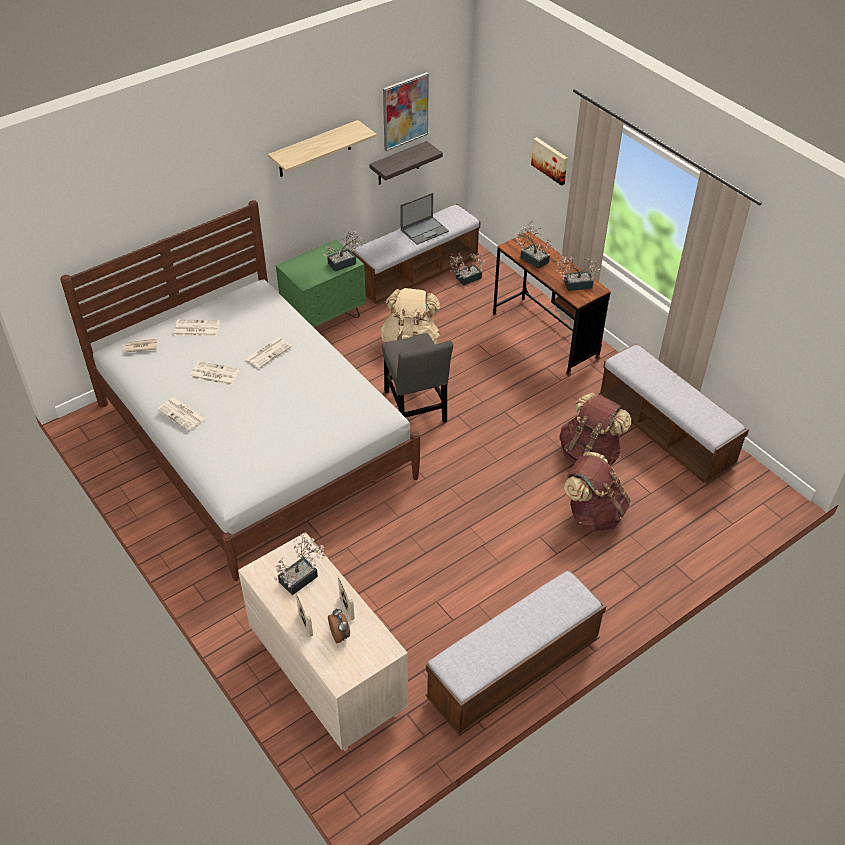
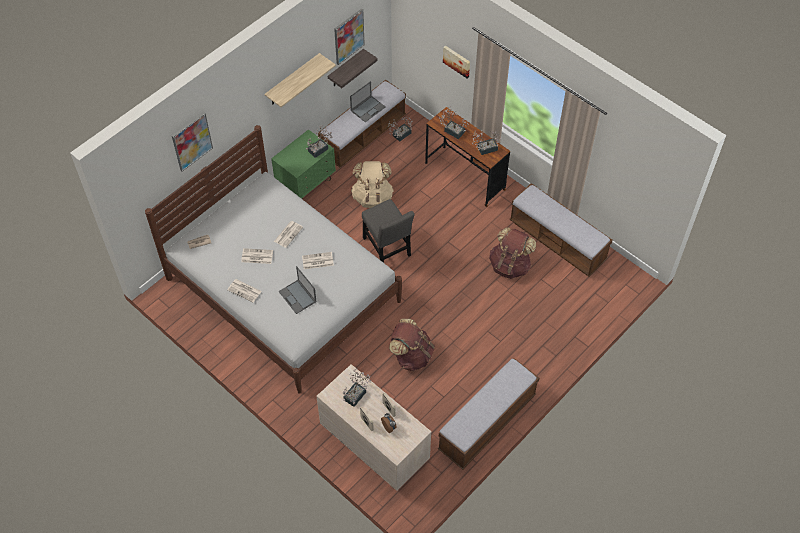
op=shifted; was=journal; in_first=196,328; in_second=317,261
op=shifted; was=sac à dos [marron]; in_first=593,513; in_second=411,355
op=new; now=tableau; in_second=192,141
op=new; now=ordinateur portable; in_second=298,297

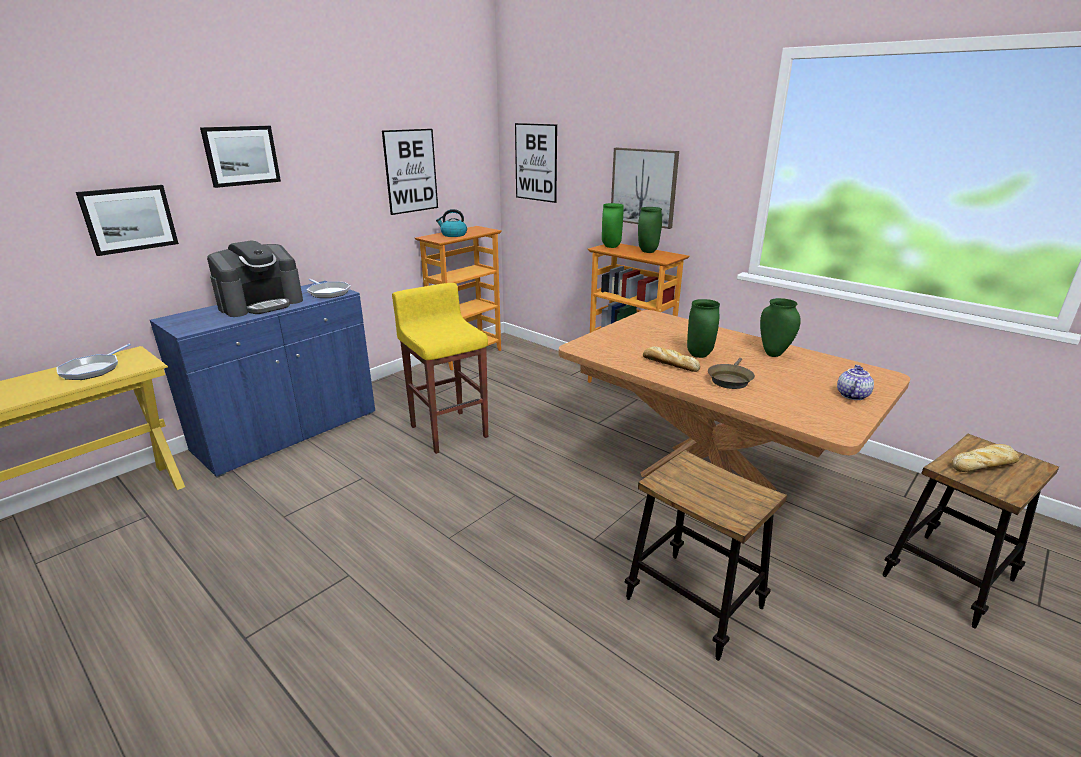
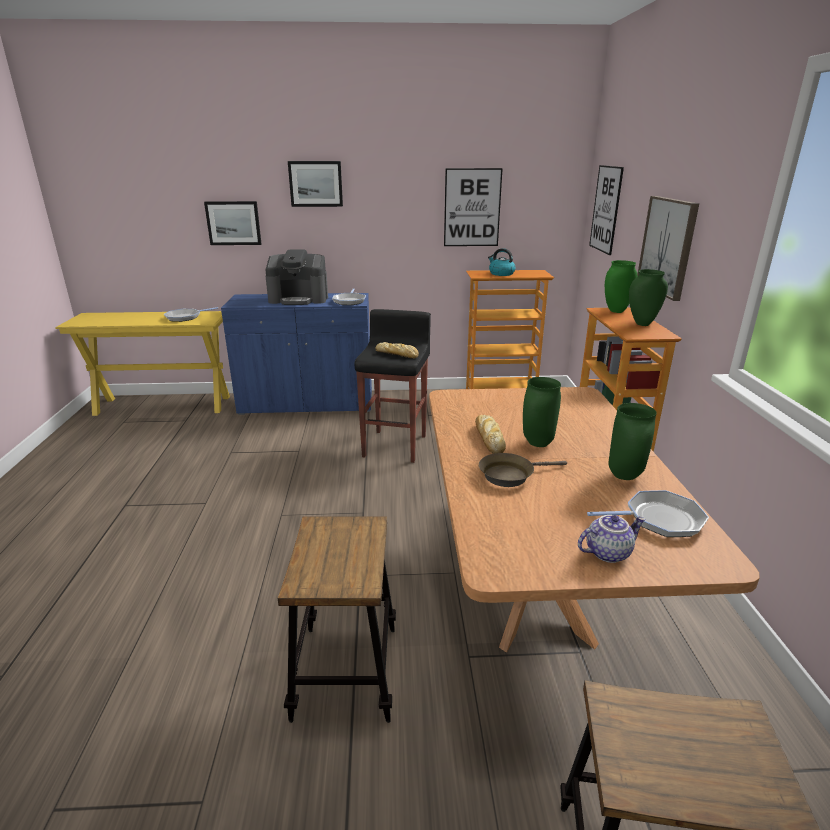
op=repainted; was=tabouret [jaune]; now=tabouret [noir]; in_first=449,430; in_second=396,445
op=shifted; was=pain; in_first=984,464; in_second=397,354
op=new; now=poêle; in_second=659,519

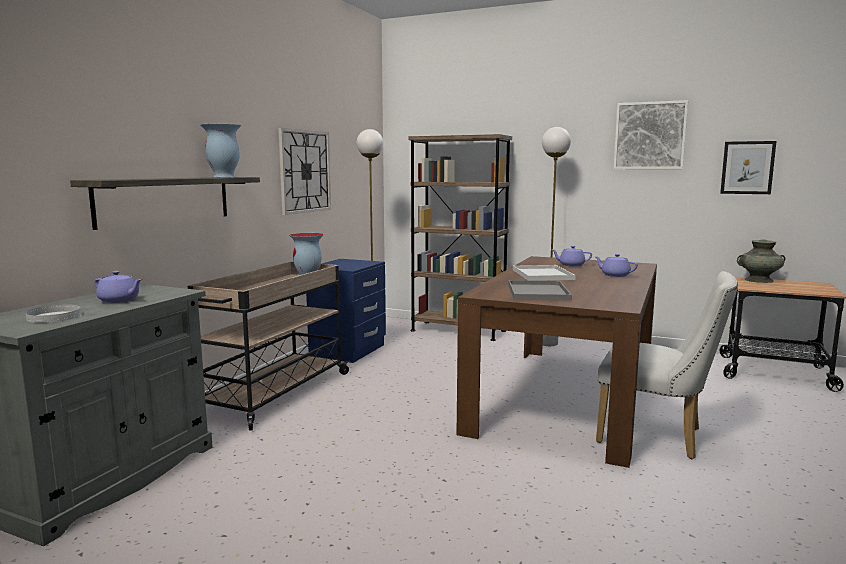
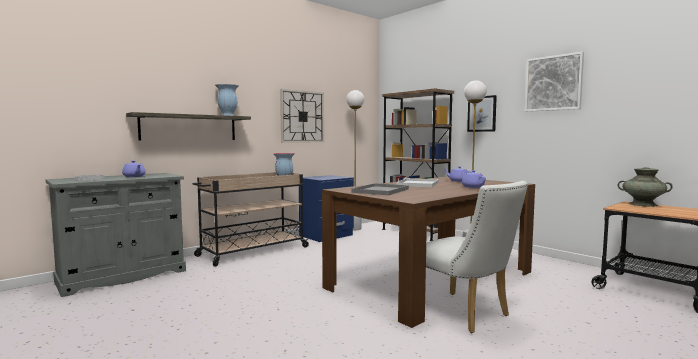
op=shifted; was=tableau; in_first=747,167; in_second=481,114

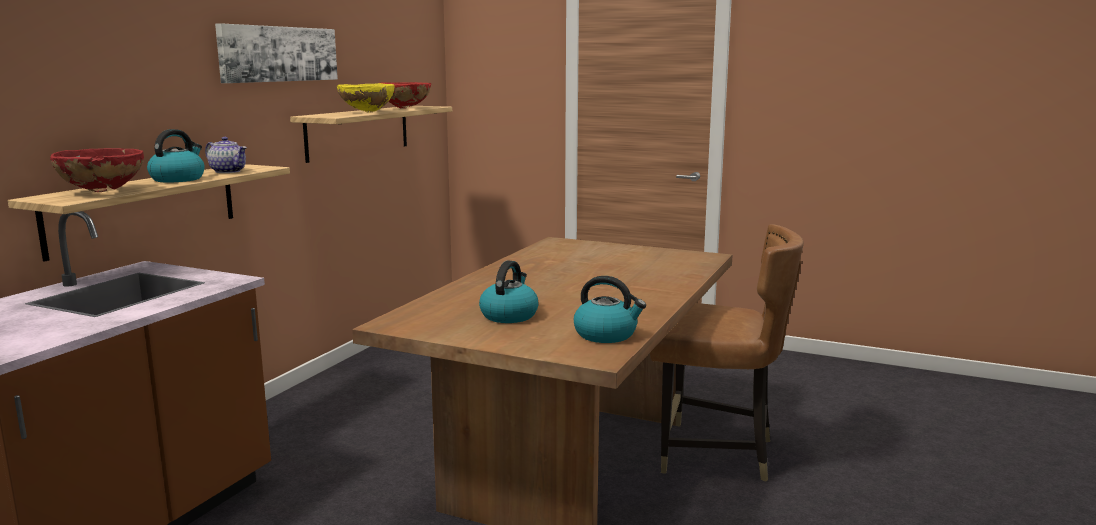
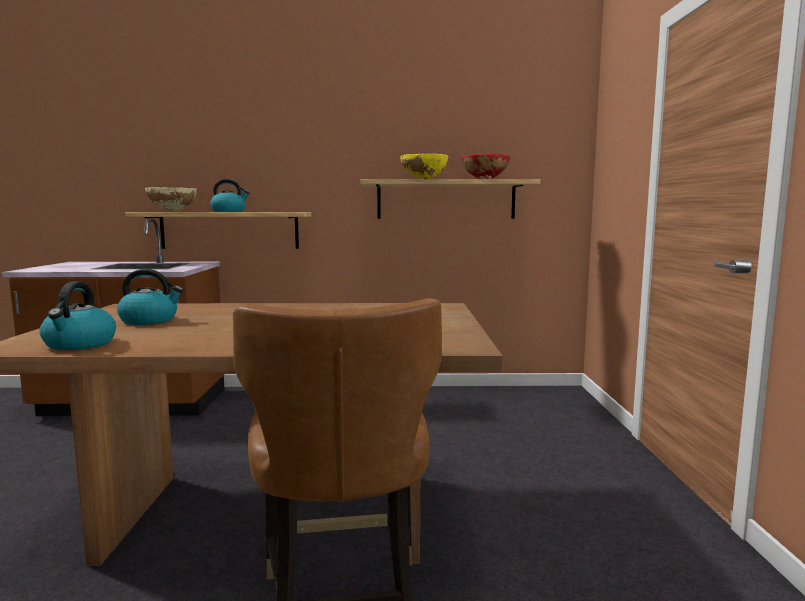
op=gone; was=tableau; in_first=279,54
op=gone; was=théière; in_first=228,171
op=repainted; was=bol [rouge]; now=bol [beige]; in_first=102,192; in_second=172,211

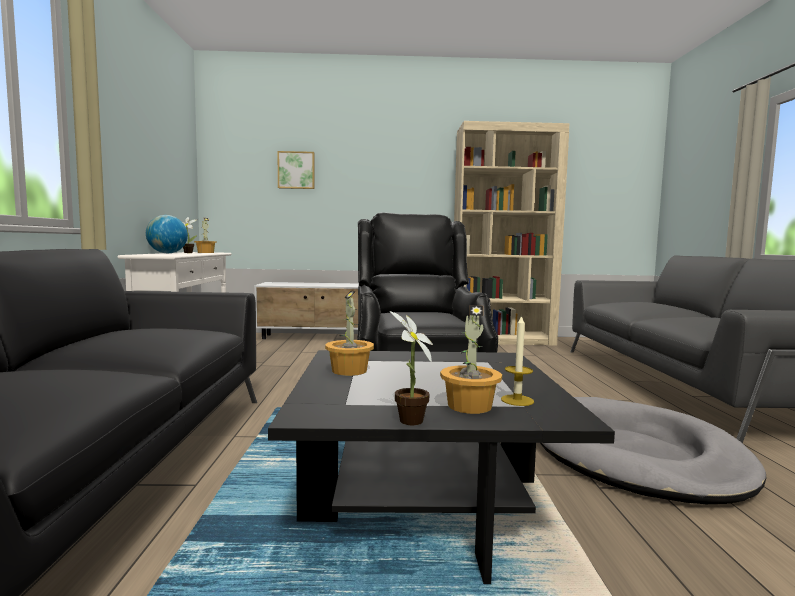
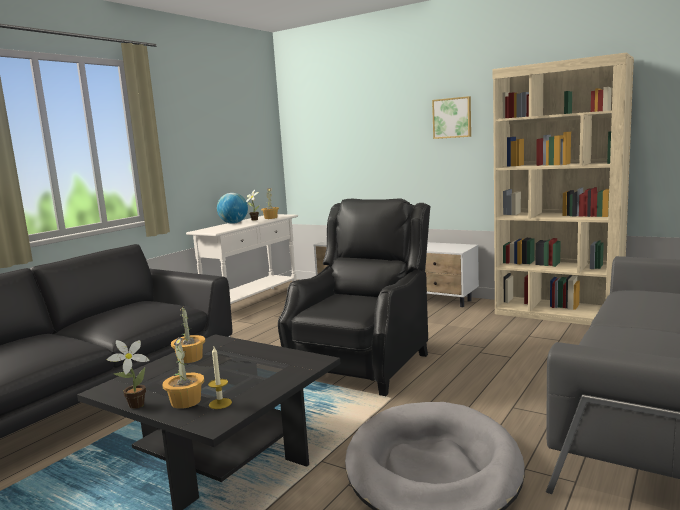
op=shifted; was=tableau; in_first=296,170; in_second=452,118

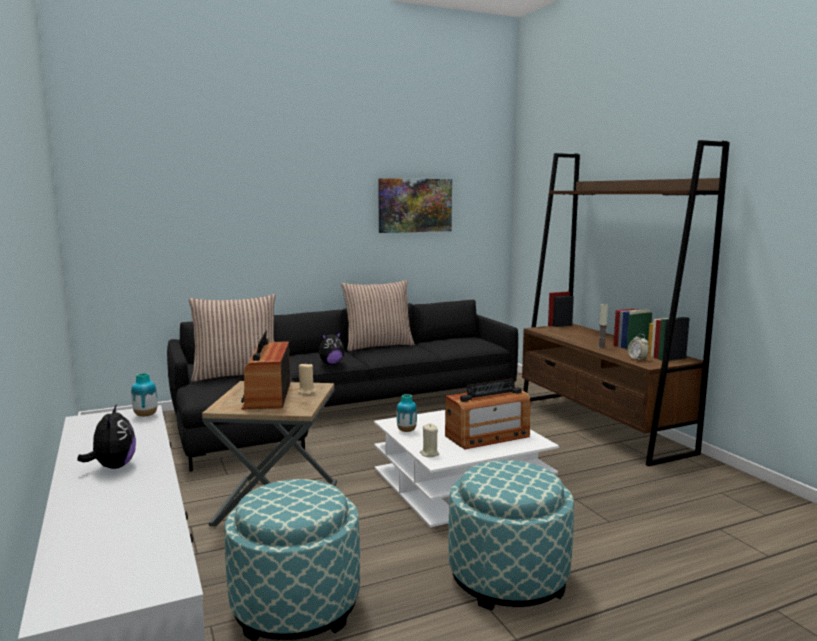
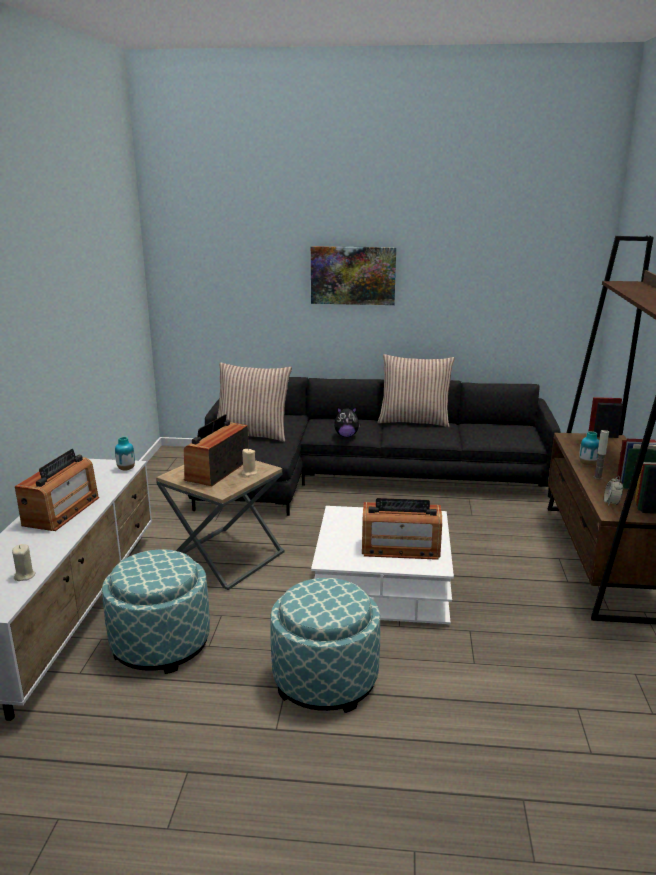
op=shifted; was=tableau; in_first=415,205; in_second=353,275
op=shifted; was=vase; in_first=406,431; in_second=587,464
op=swapped; was=peluche; now=radio; in_first=113,467; in_second=62,511
op=shifted; was=bougie [beige]; in_first=429,454; in_second=24,576

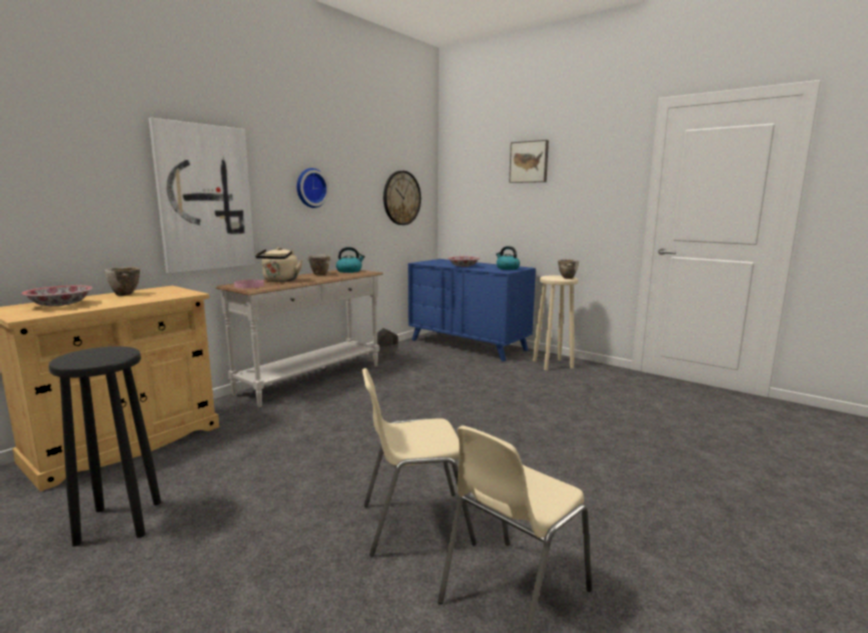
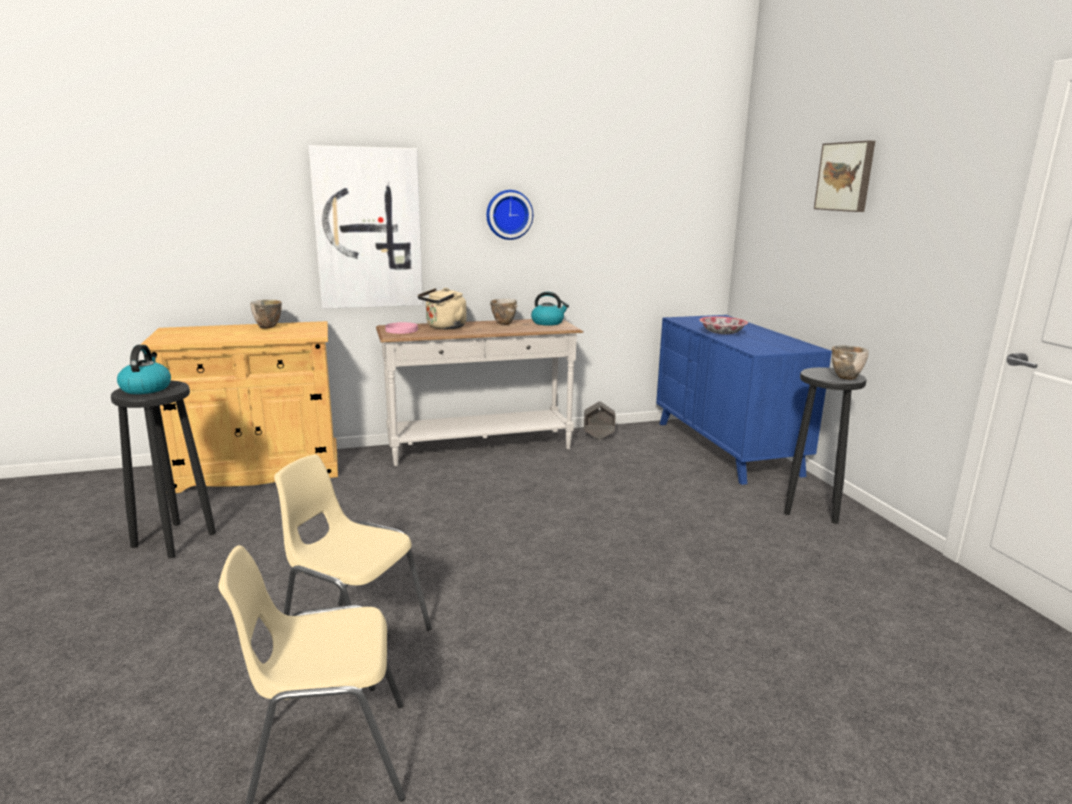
op=gone; was=horloge murale; in_first=401,198
op=shifted; was=bouilloire; in_first=507,268; in_second=146,388
op=repainted; was=tabouret [beige]; now=tabouret [noir]; in_first=553,364; in_second=812,509
op=gone; was=bol; in_first=60,305

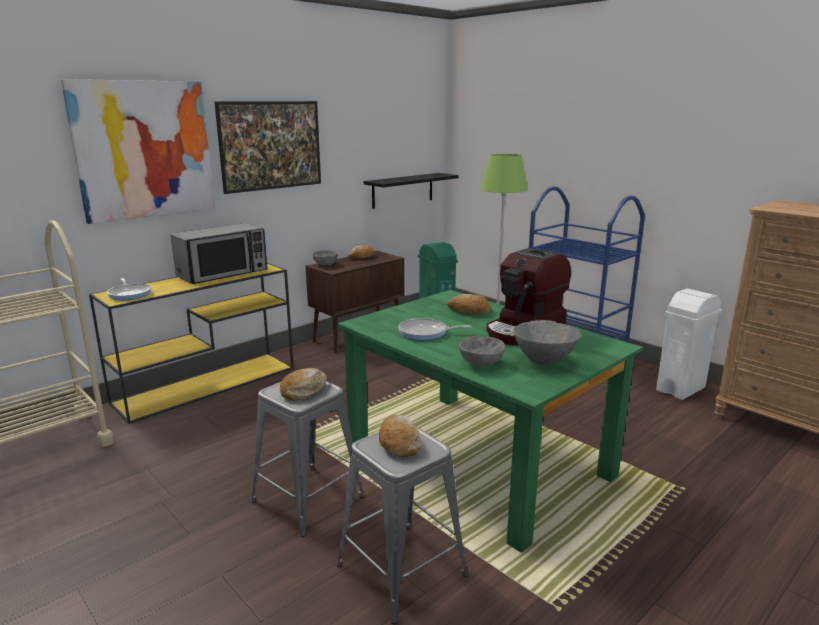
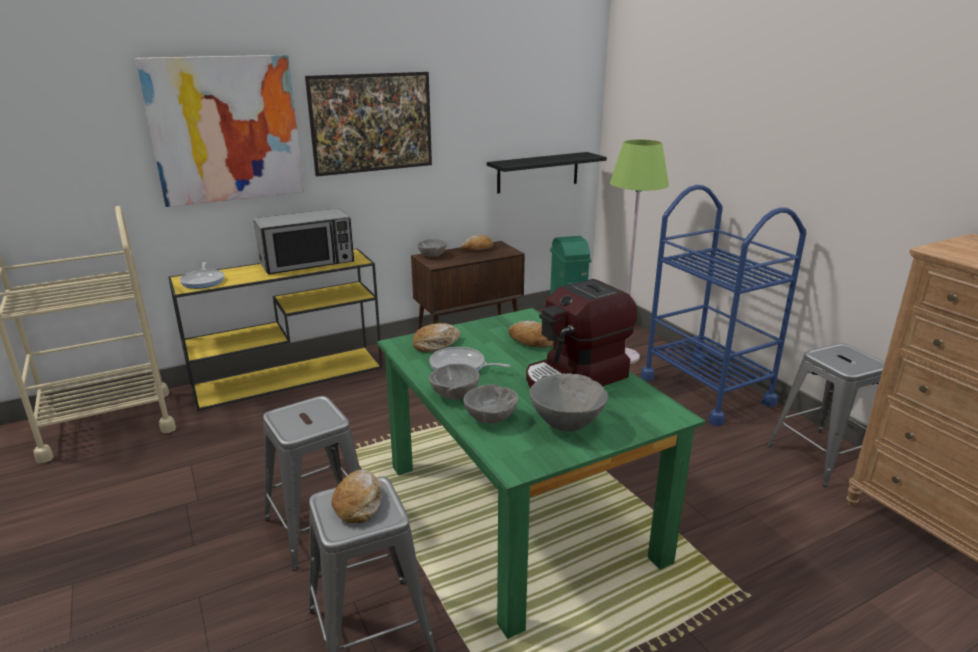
op=swapped; was=poubelle [blanc]; now=tabouret [gris]; in_first=681,389; in_second=821,457
op=shifted; was=pain; in_first=304,390; in_second=436,344
op=new; now=bol [gris]; in_second=454,395

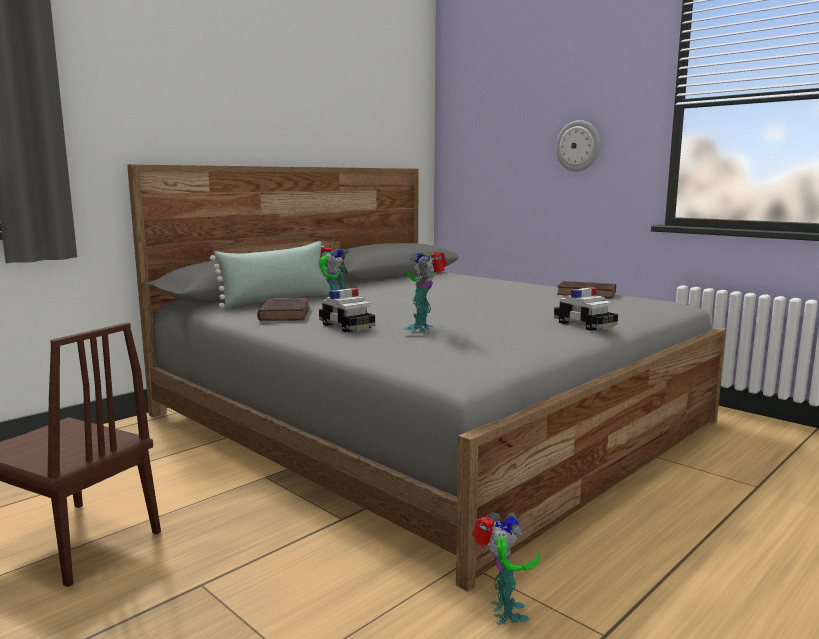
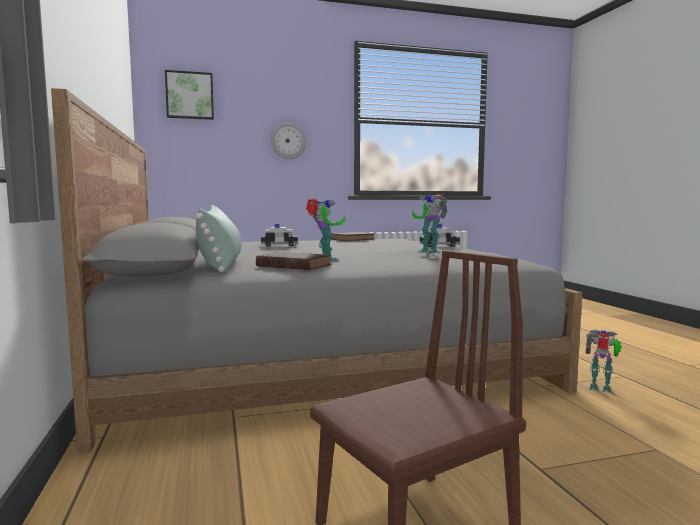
op=shifted; was=petite voiture; in_first=346,326; in_second=279,245
op=new; now=tableau; in_second=189,95

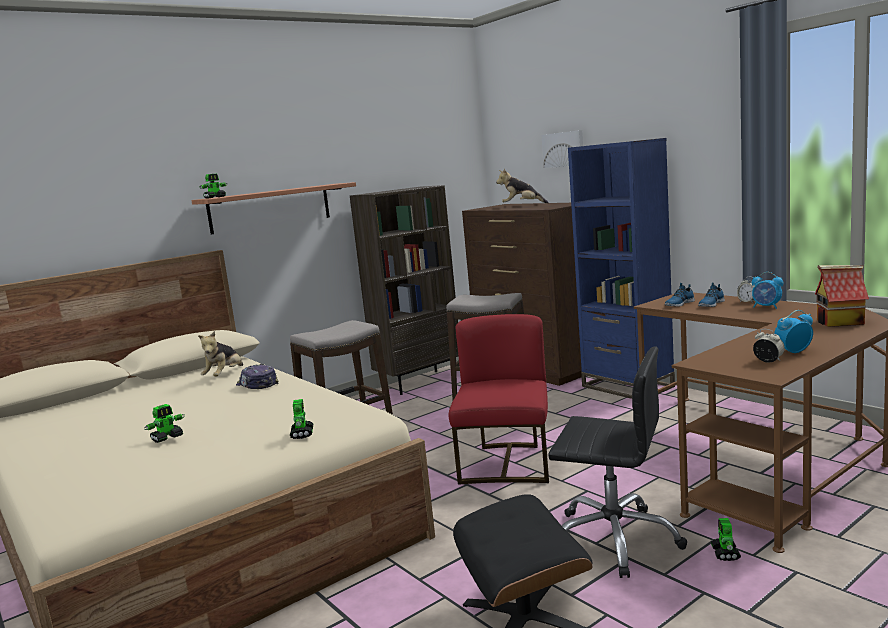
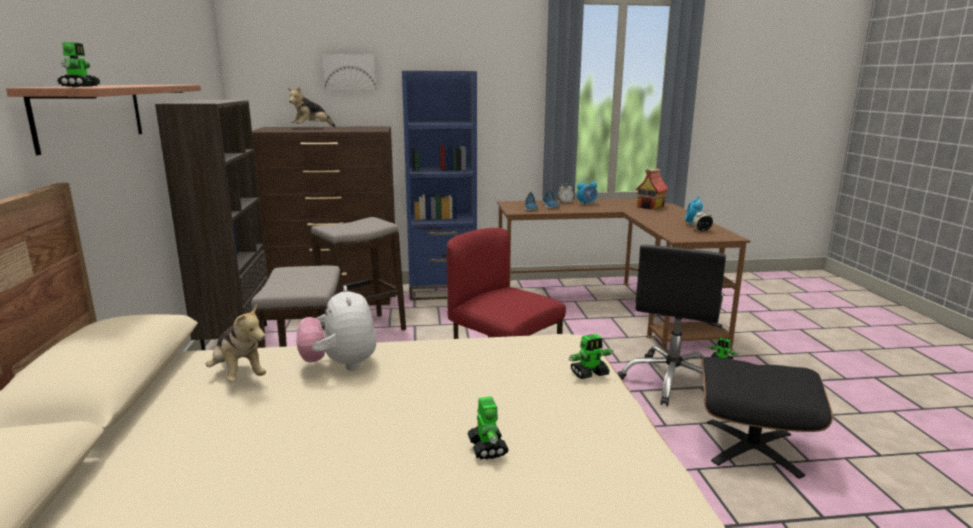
op=rotated; was=chaise de bureau [noir]; in_first=614,539; in_second=672,381; clockwise=150
op=swapped; was=casquette; now=peluche; in_first=257,385; in_second=340,365
op=rotated; was=robot jouet; in_first=302,434; in_second=590,373; clockwise=135

